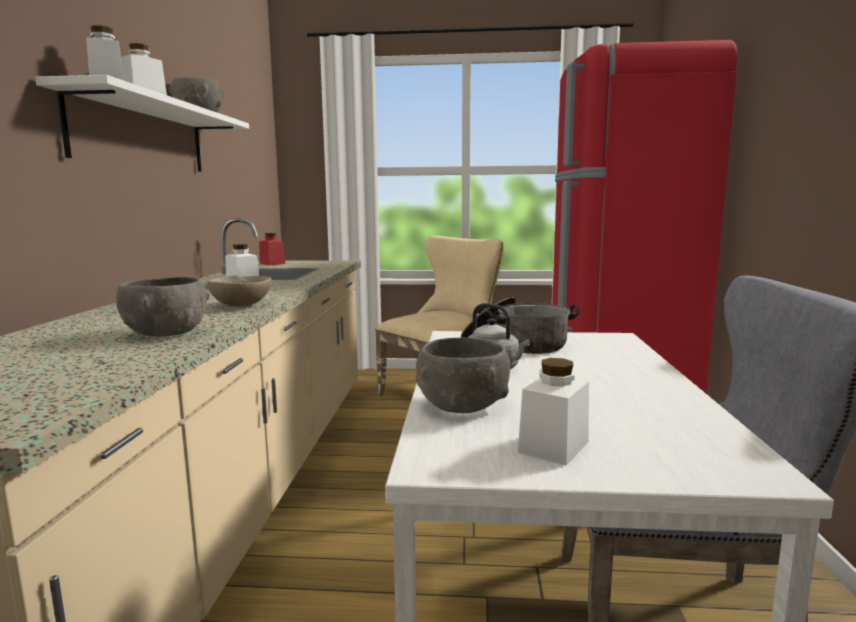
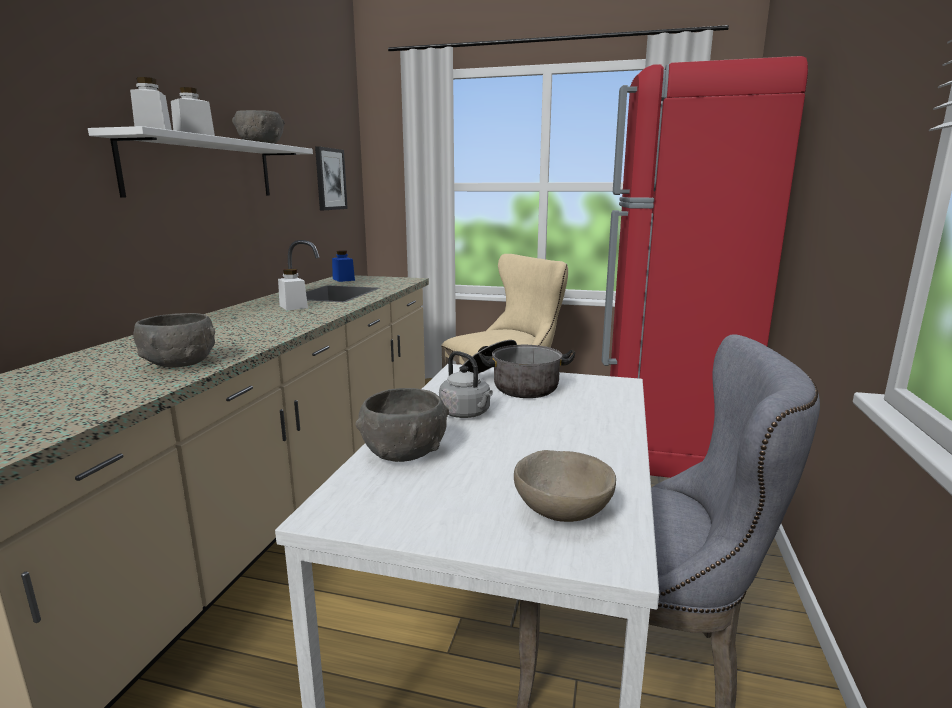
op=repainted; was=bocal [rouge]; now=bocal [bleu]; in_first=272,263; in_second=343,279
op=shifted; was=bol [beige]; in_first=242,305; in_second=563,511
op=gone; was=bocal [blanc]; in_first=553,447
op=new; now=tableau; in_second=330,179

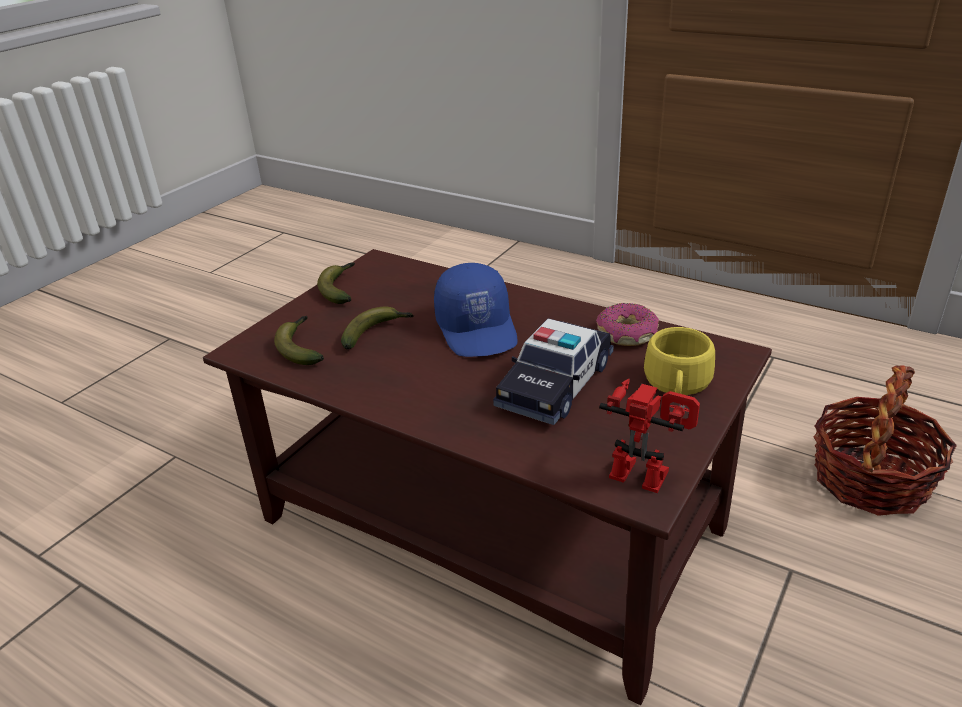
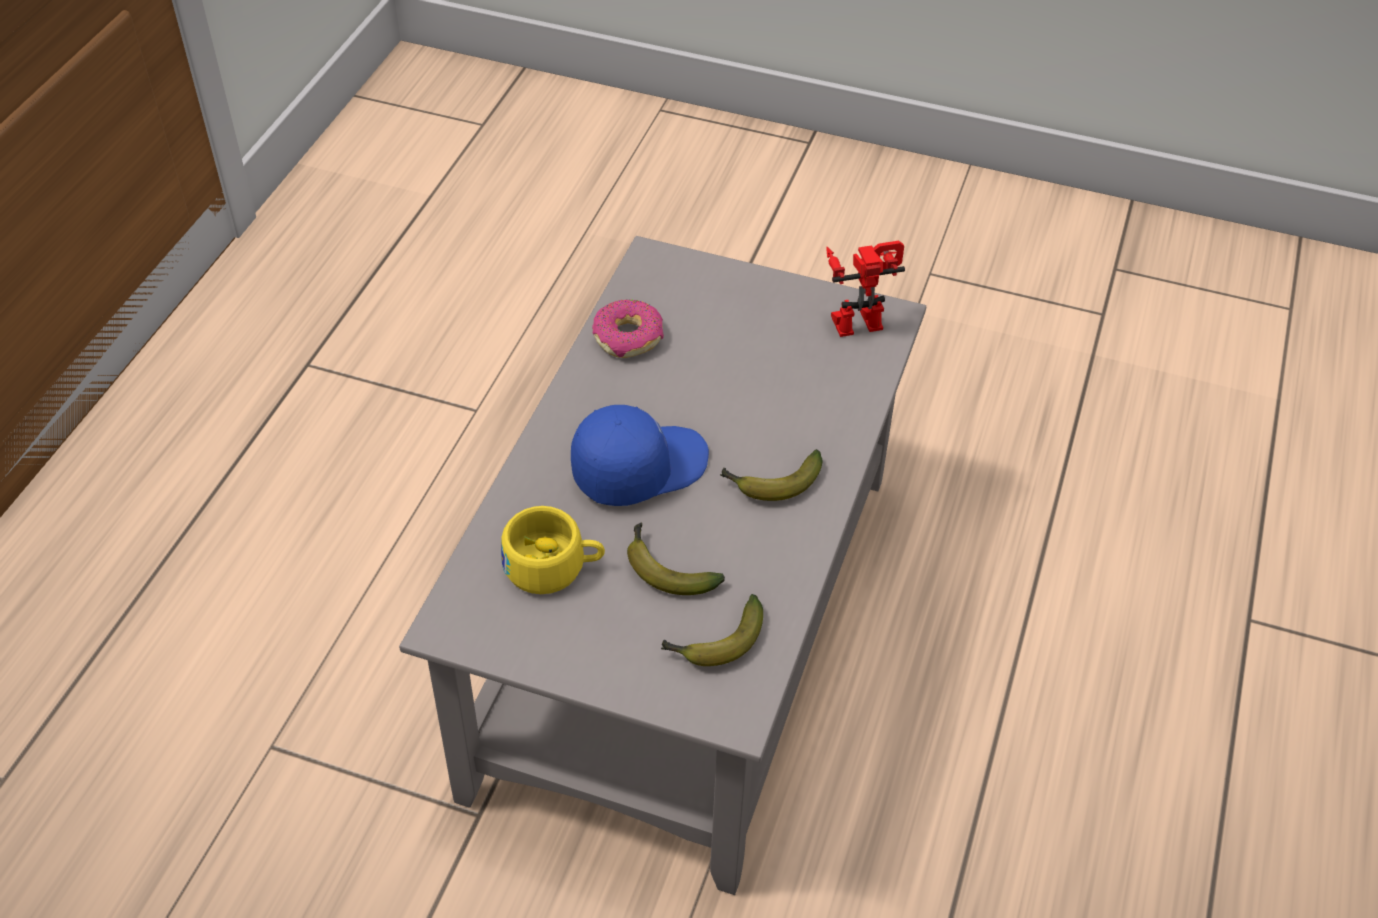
op=repainted; was=table basse [marron]; now=table basse [gris]; in_first=486,524; in_second=686,633
op=shifted; was=banane; in_first=340,288; in_second=771,483
op=gone; was=petite voiture; in_first=555,384
op=shifted; was=tasse [jaune]; in_first=677,384; in_second=554,566
op=gone; was=panier; in_first=870,479
op=rotated; was=robot jouet; in_first=645,471; in_second=858,317; clockwise=60

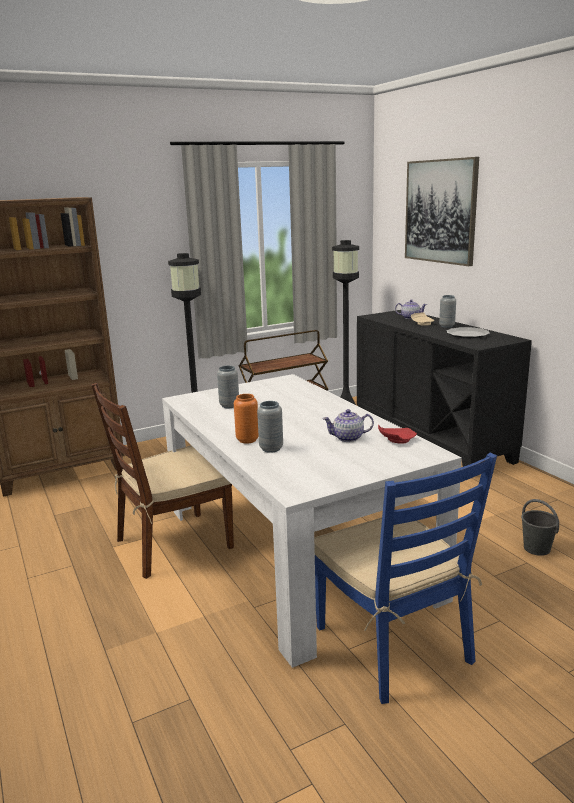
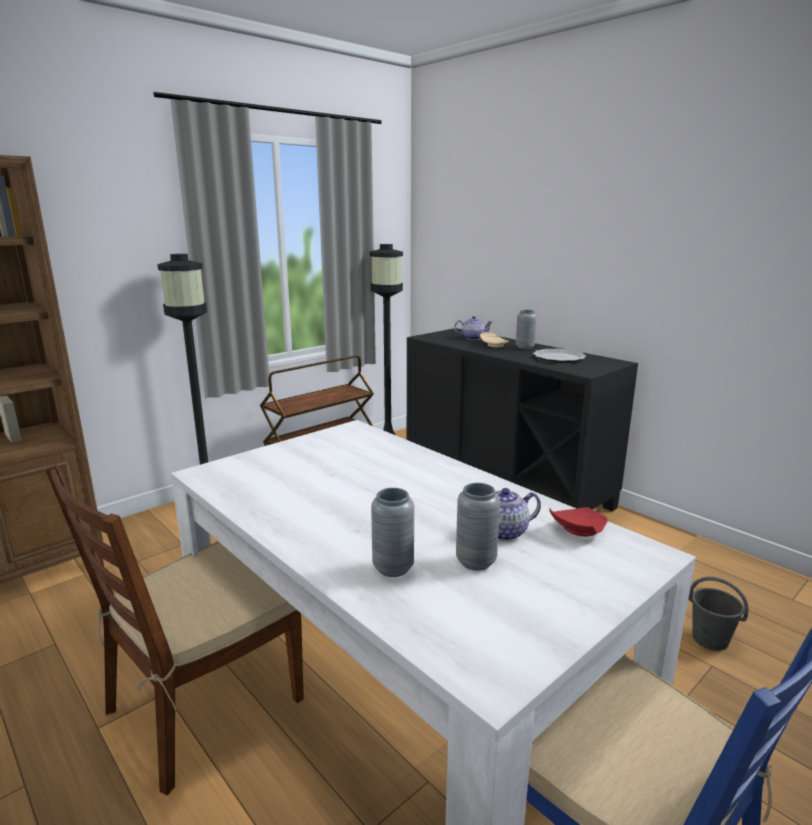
op=gone; was=tableau; in_first=440,211
op=shifted; was=vase [gris]; in_first=229,405; in_second=476,562
op=gone; was=vase [orange]; in_first=247,440

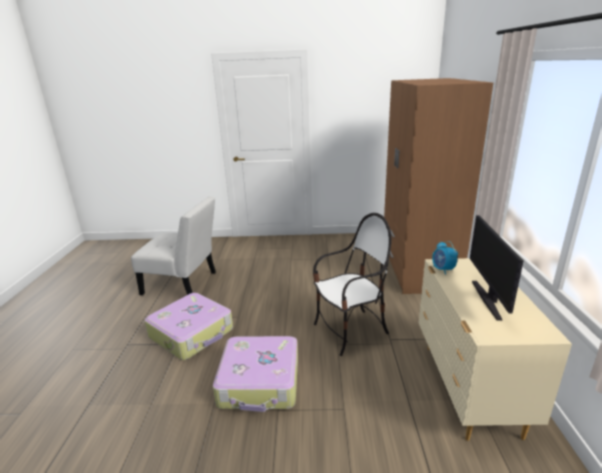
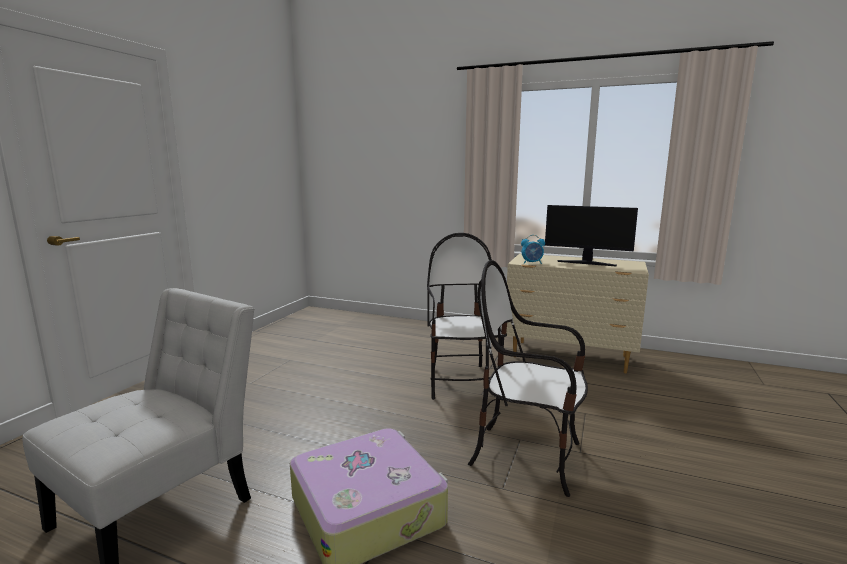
op=gone; was=armoire [marron]; in_first=417,268
op=swapped; was=valise; now=chaise; in_first=260,382; in_second=527,456

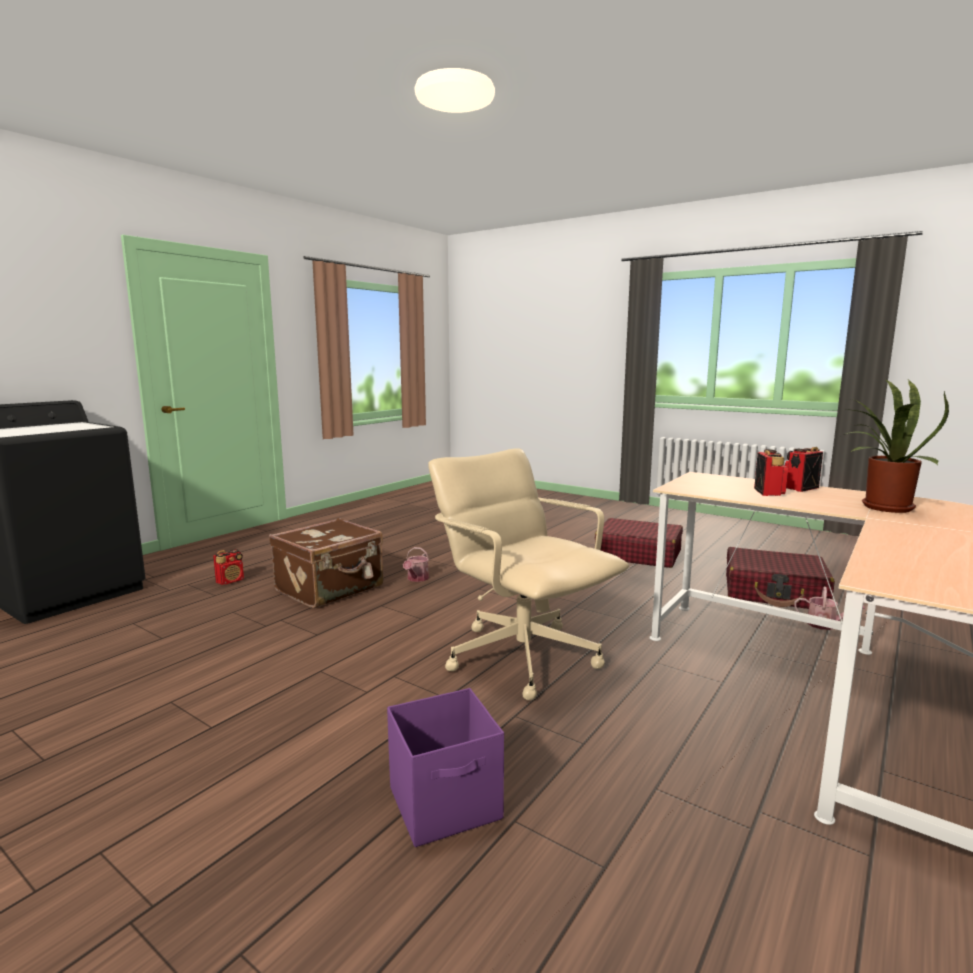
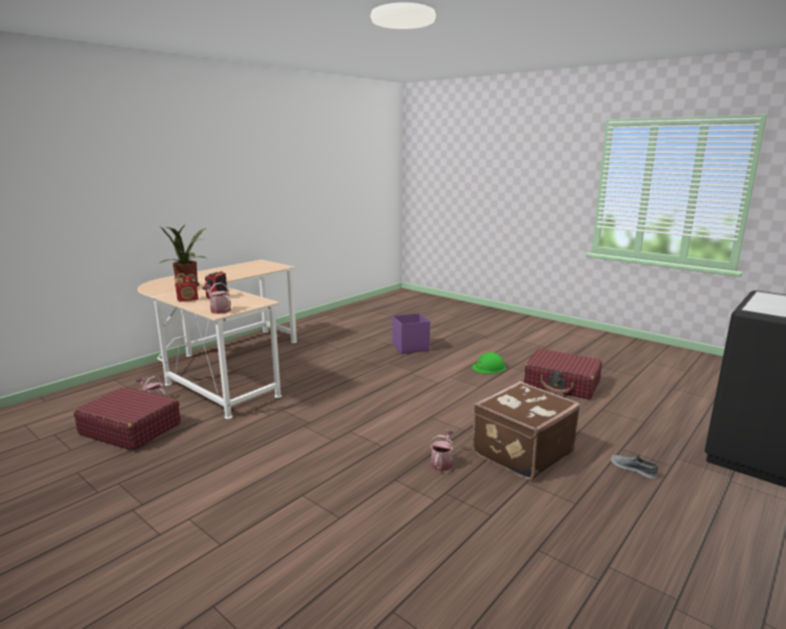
op=gone; was=chaise de bureau [beige]; in_first=522,656
op=shifted; was=valise [rouge]; in_first=637,554; in_second=562,383
op=swapped; was=radio; now=chaussure [gris]; in_first=230,581; in_second=633,468
op=new; now=arrosoir; in_second=218,310
op=new; now=casque de chantier [vert]; in_second=489,367

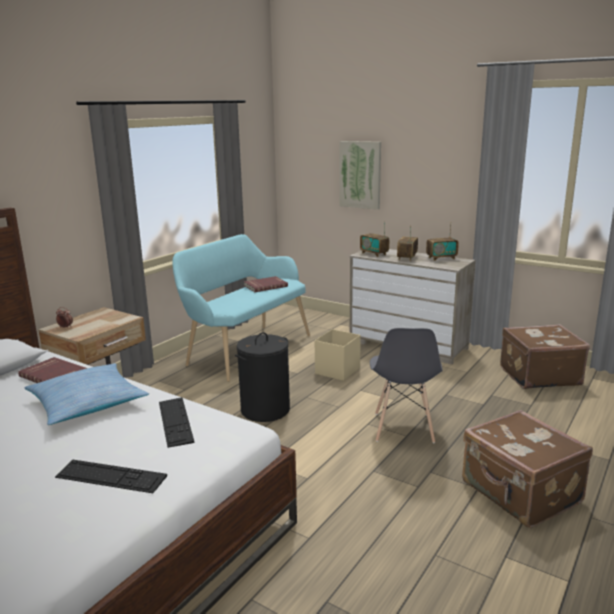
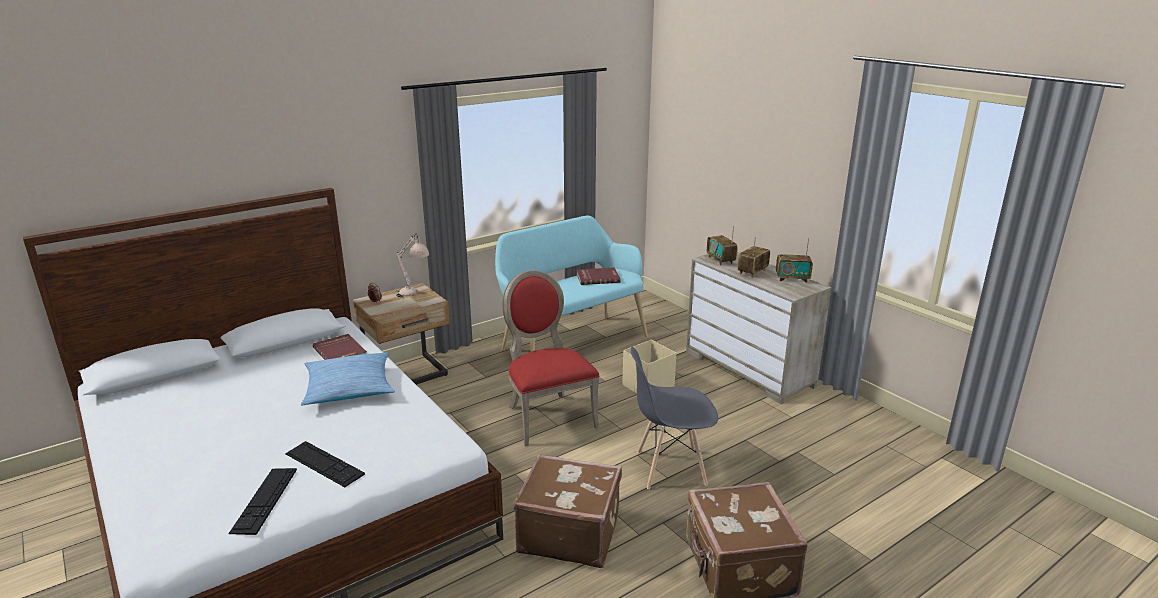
op=gone; was=tableau; in_first=360,174
op=shifted; was=valise [marron]; in_first=538,375; in_second=569,533
op=rotated; was=chaise [gris]; in_first=403,428; in_second=670,468; clockwise=60
op=swapped; was=panier à linge [noir]; now=chaise [rouge]; in_first=265,410; in_second=547,416
op=shifted; was=clavier; in_first=175,421; in_second=264,500
op=new; now=lampe de table [beige]; in_second=414,295

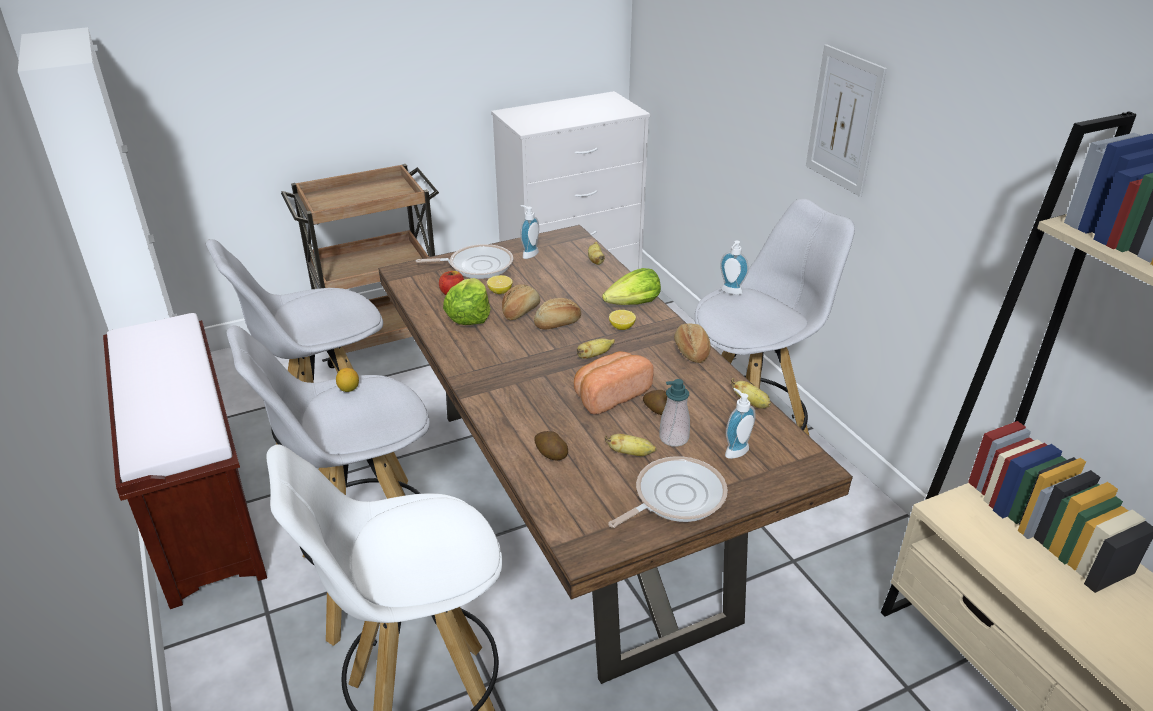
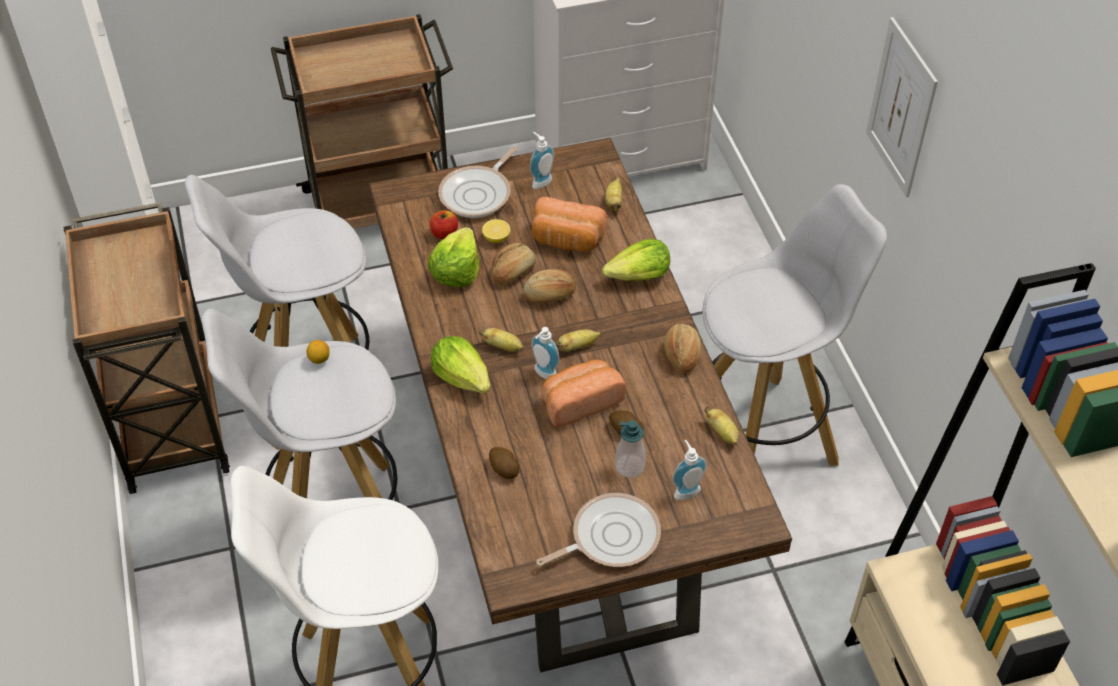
op=shifted; was=distributeur de savon; in_first=730,292; in_second=543,375
op=rotated; was=poêle; in_first=477,266; in_second=478,194; clockwise=120
op=gone; was=citron; in_first=622,327
op=swapped; was=banc [marron]; now=chariot [marron]; in_first=201,511; in_second=171,420
op=shifted; was=banane; in_first=631,453; in_second=503,347
op=new; now=pain; in_second=566,240
op=new; now=laitue; in_second=462,377

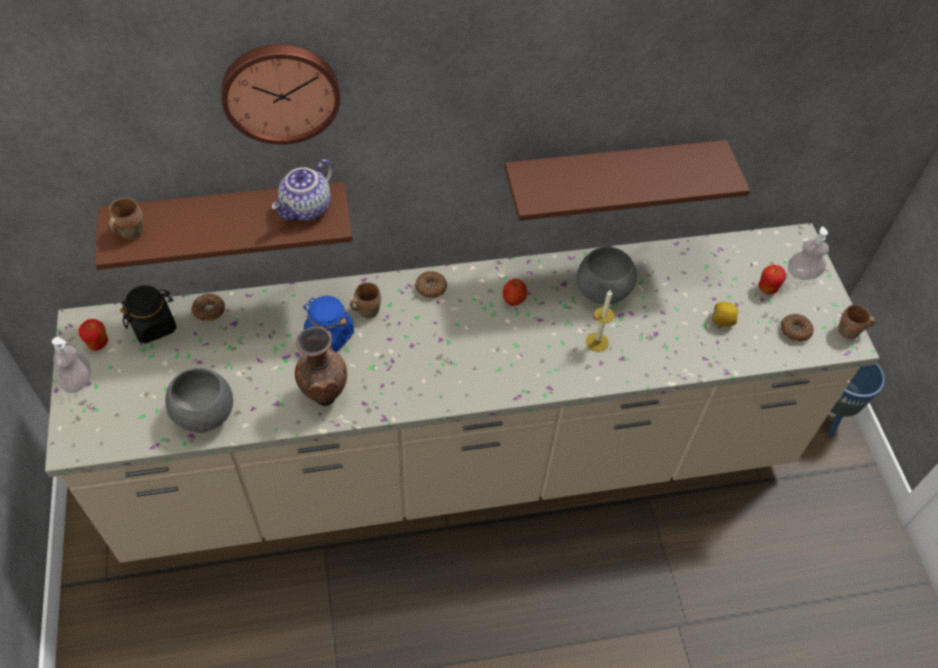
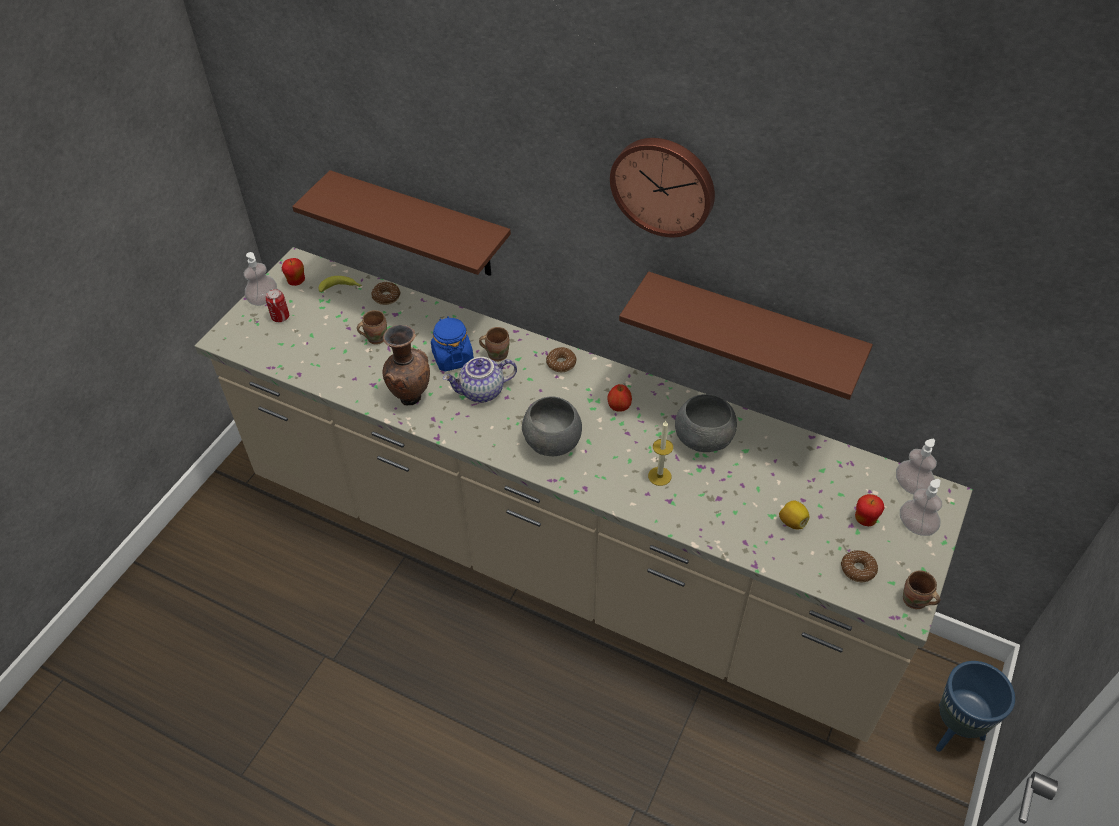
op=shifted; was=horloge murale; in_first=280,91; in_second=664,185
op=shifted; was=théière; in_first=307,209; in_second=482,392
op=shifted; was=mug [marron]; in_first=129,231; in_second=375,337
op=swapped; was=bocal [noir]; now=banane; in_first=154,326; in_second=341,288
op=shifted; was=bol [gris]; in_first=204,415; in_second=551,443
op=new; now=boîte métallique; in_second=280,317
op=new; now=distributeur de savon; in_second=911,486

